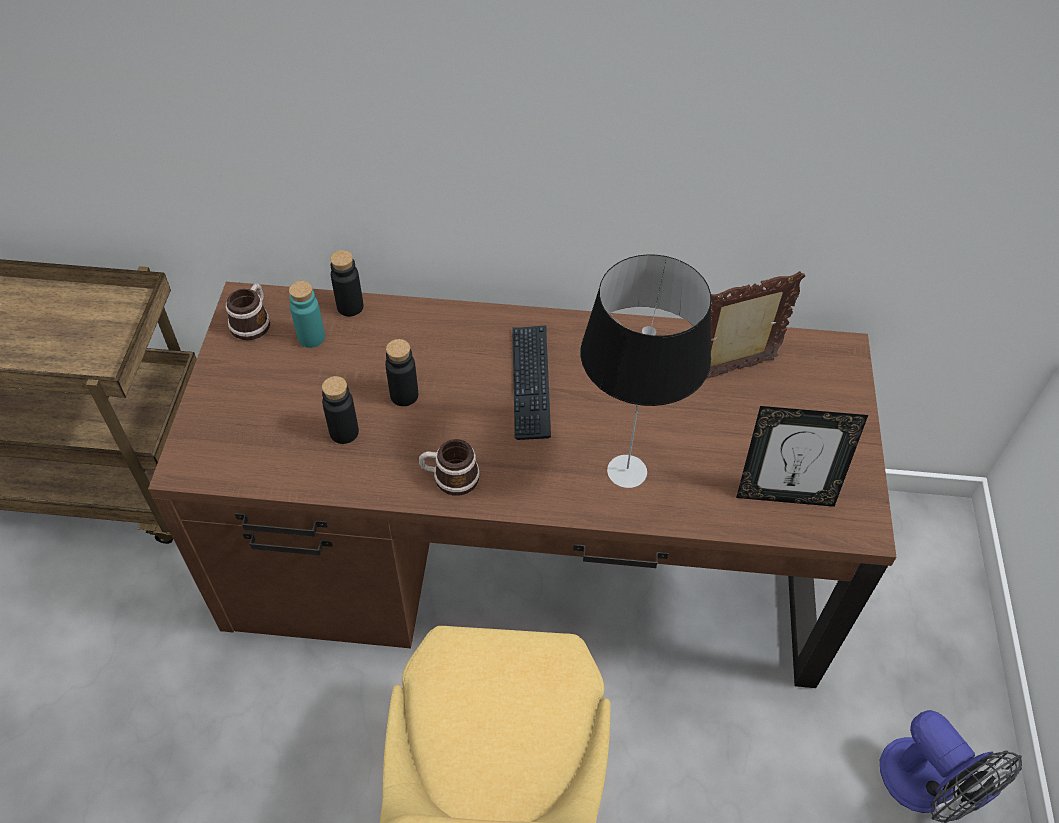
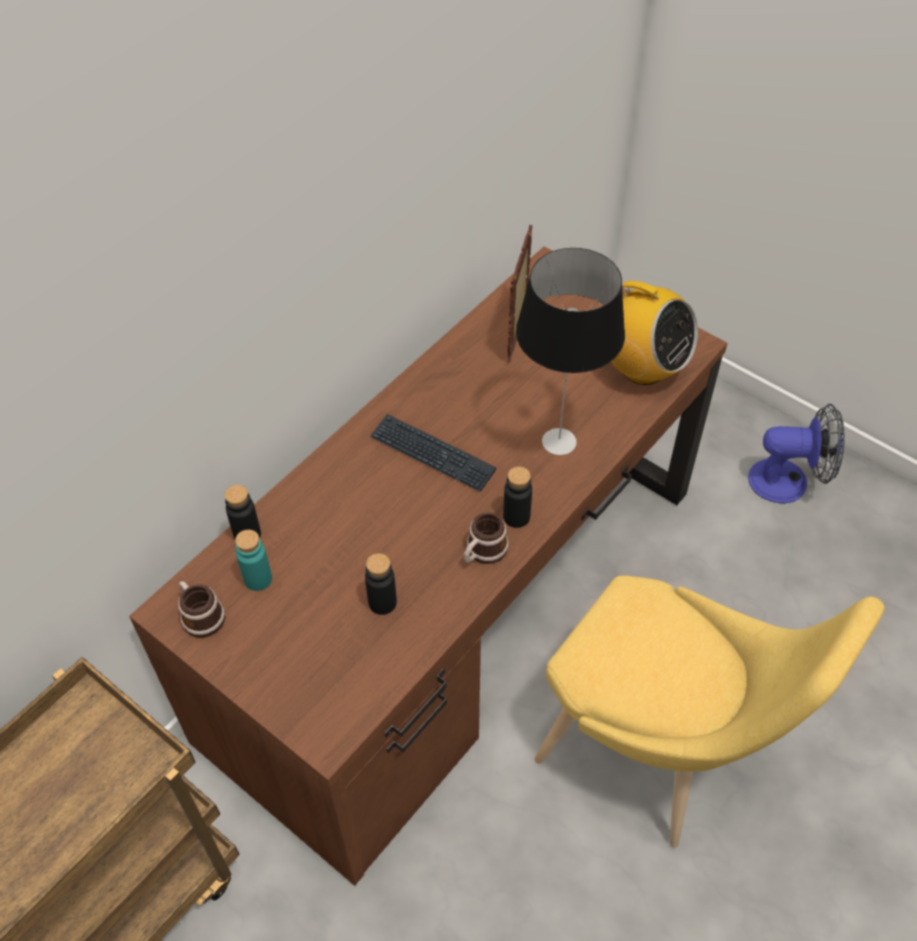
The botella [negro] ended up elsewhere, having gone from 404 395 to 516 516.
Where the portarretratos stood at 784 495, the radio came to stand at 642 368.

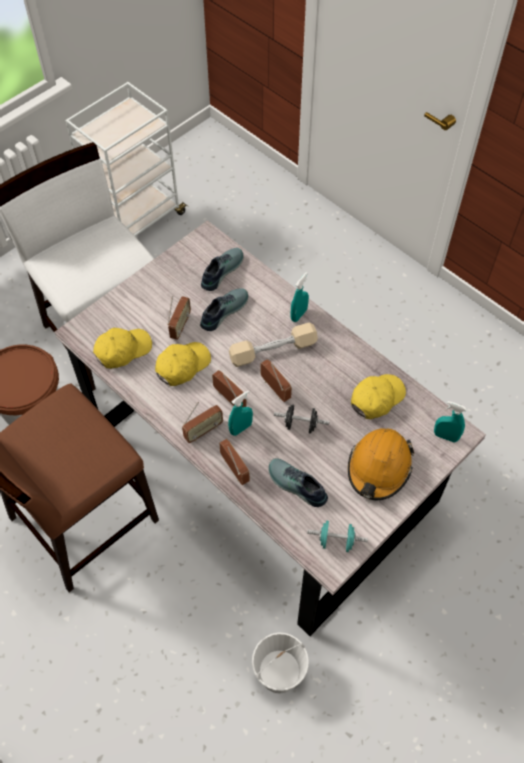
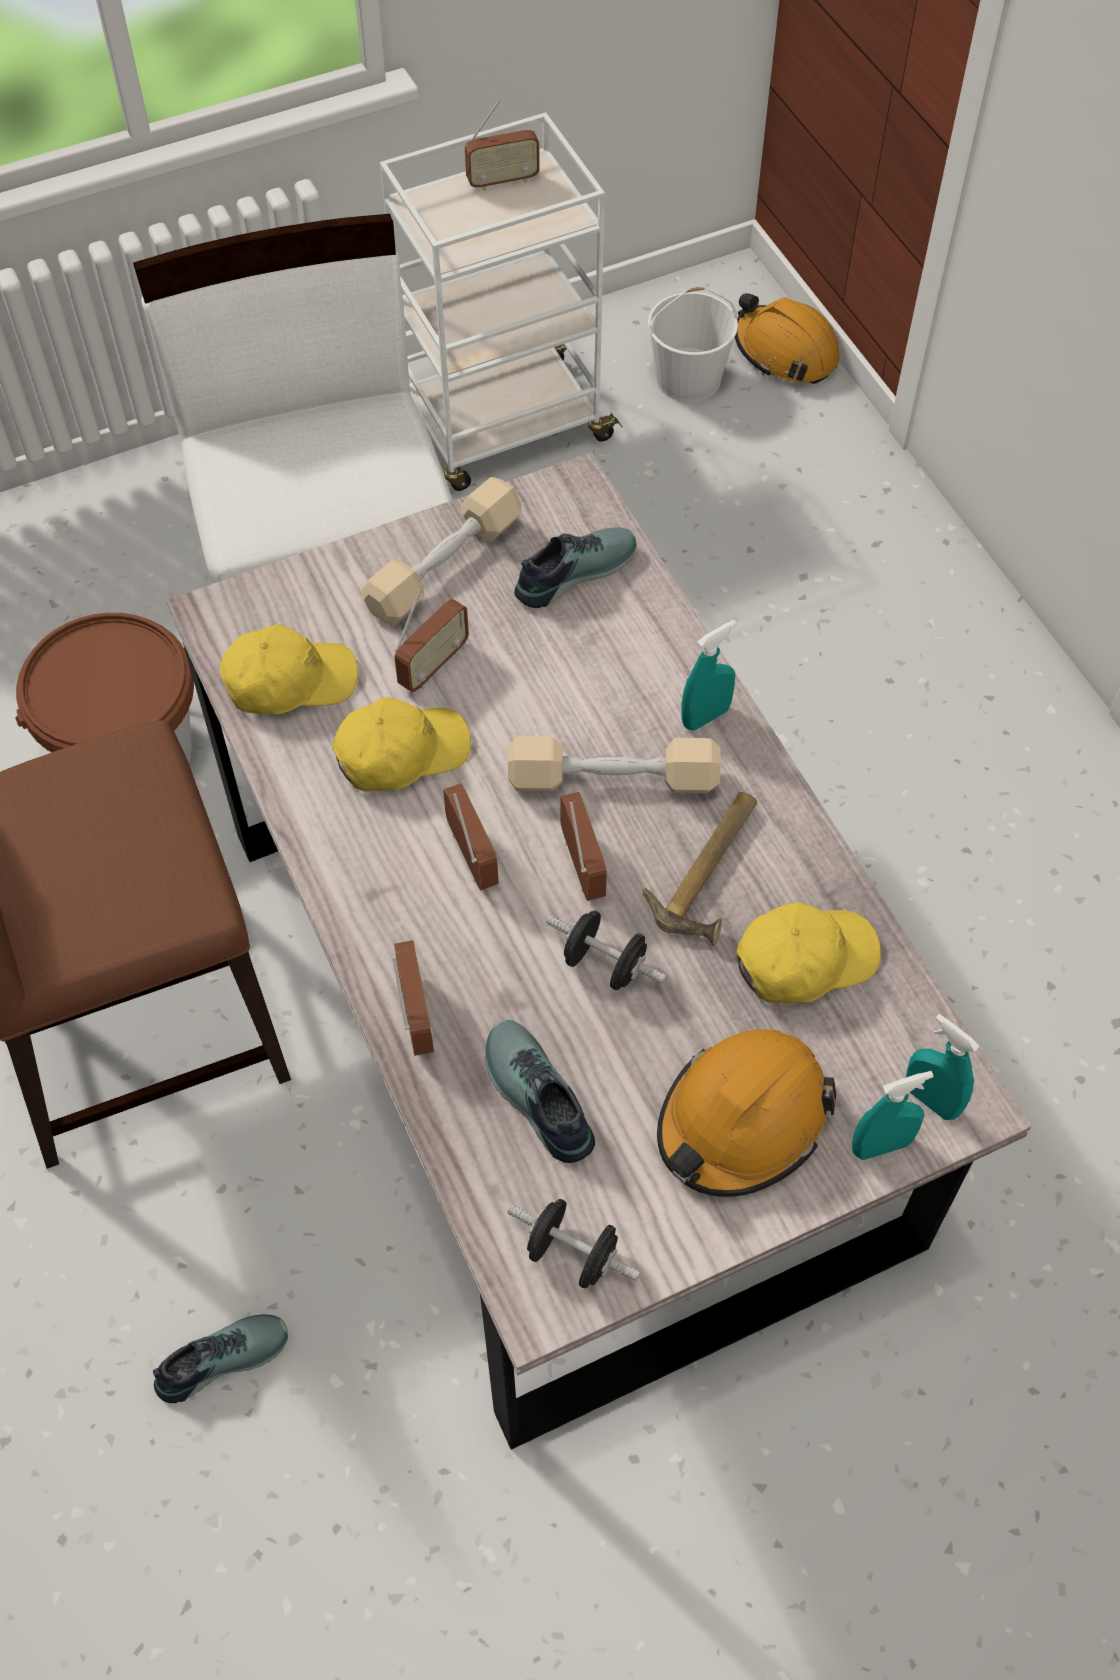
The radio ended up elsewhere, having gone from 203 431 to 502 181.
The zapato ended up elsewhere, having gone from 223 311 to 221 1357.
The pulverizador [turquesa] ended up elsewhere, having gone from 241 428 to 881 1146.
The cubo [blanco] ended up elsewhere, having gone from 279 673 to 687 379.
What was the mancuerna [turquesa] at 336 541 turned into the mancuerna [negro] at 572 1254.
The second view gained the mancuerna [beis] at 444 567.
The second view gained the martillo at 714 871.
The second view gained the casco [naranja] at 785 352.

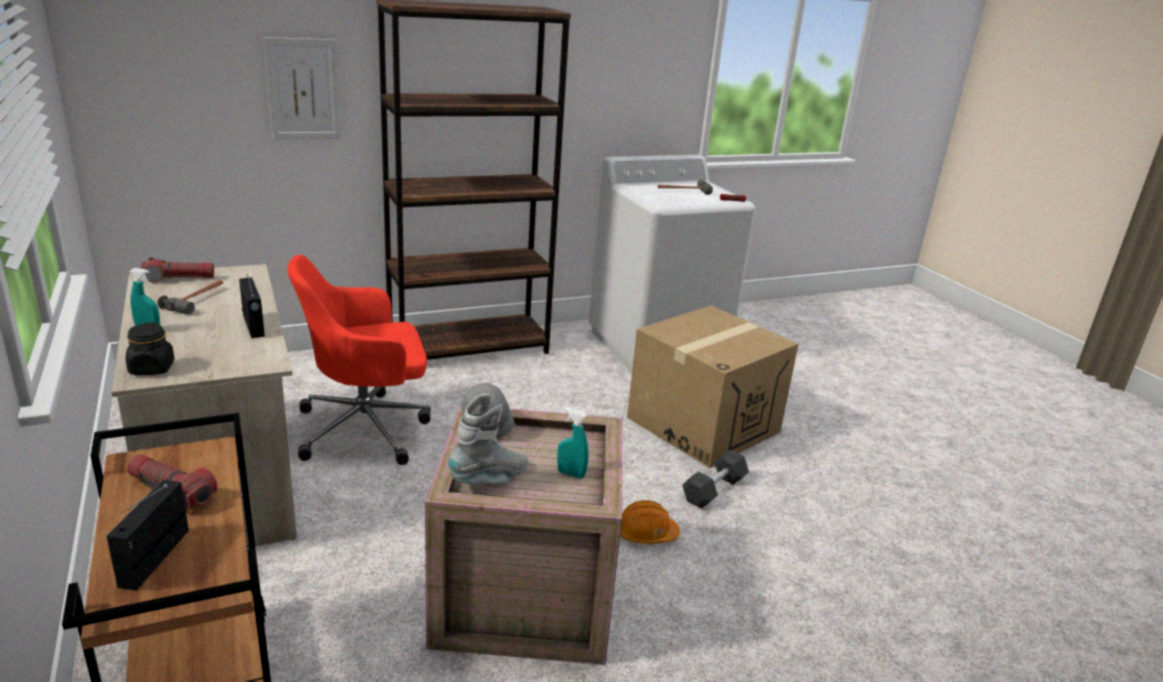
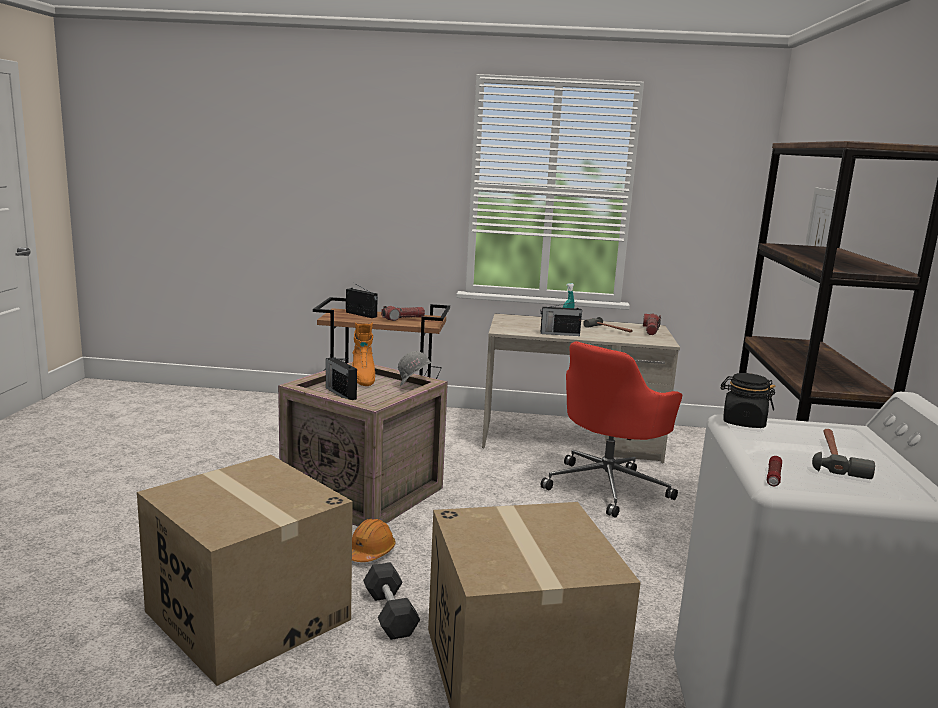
The tarro [negro] ended up elsewhere, having gone from 152 368 to 743 422.
The silla de oficina [rojo] at 366 428 ended up facing another way, 150 degrees counterclockwise from before.
What was the bota [gris] at 490 480 turned into the bota [naranja] at 362 378.
Where the pulverizador [turquesa] stood at 571 474, the radio came to stand at 340 393.
The second view gained the caja de cartón at 247 615.

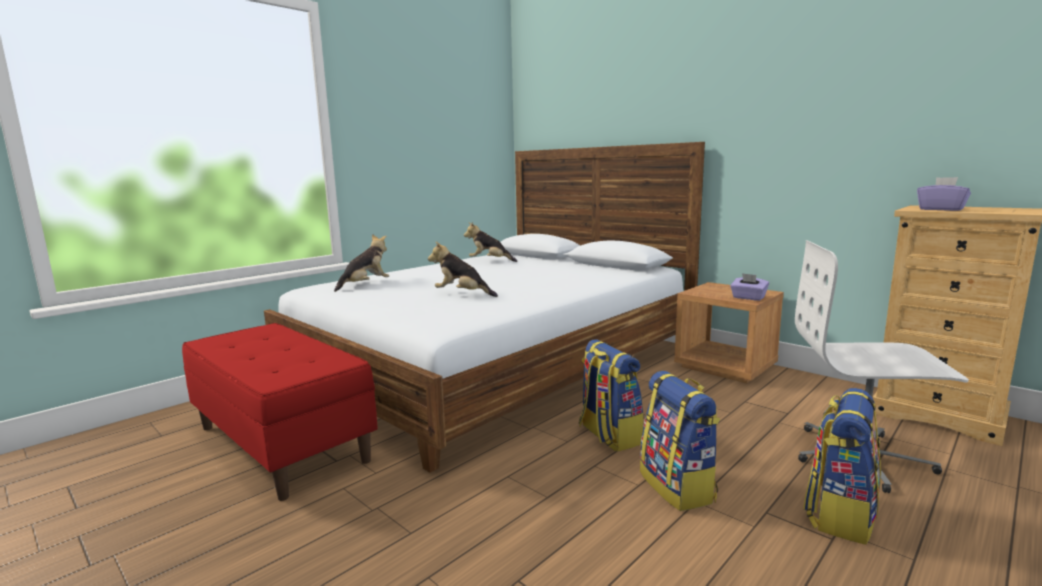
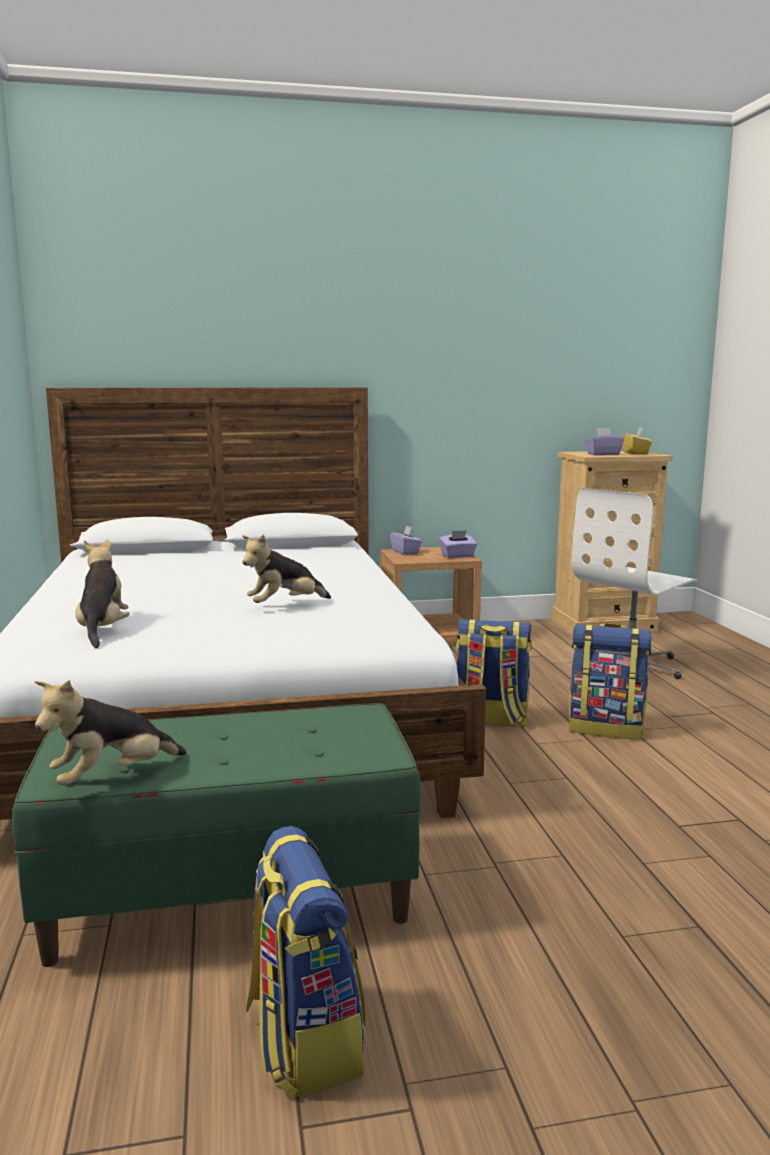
What was the banco [rojo] at 282 443 turned into the banco [verde] at 231 897.
The peluche ended up elsewhere, having gone from 489 261 to 112 777.
The mochila ended up elsewhere, having gone from 839 514 to 303 1039.
The second view gained the caja de pañuelos [morado] at 405 552.
The second view gained the caja de pañuelos [amarillo] at 636 453.

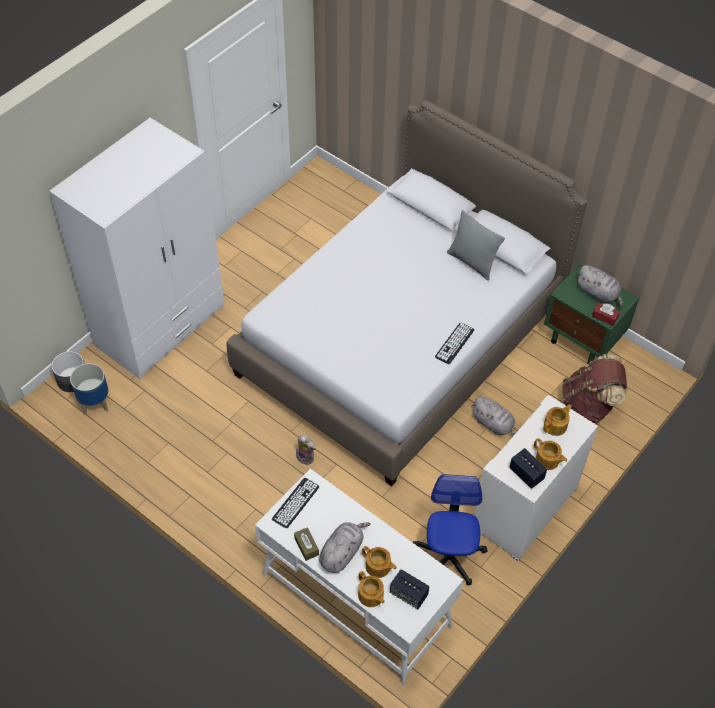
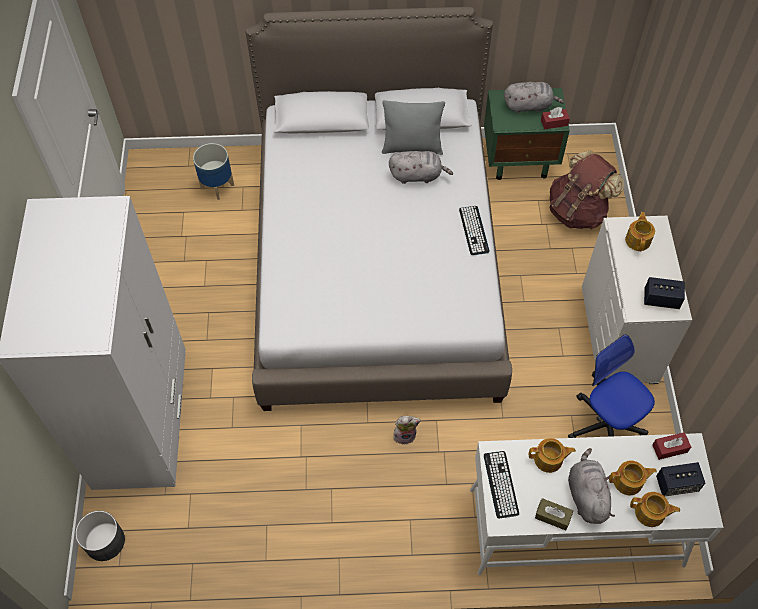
The maceta ended up elsewhere, having gone from 95 403 to 217 186.
The peluche [gris] ended up elsewhere, having gone from 494 424 to 418 175.
The tetera ended up elsewhere, having gone from 547 460 to 549 459.
The second view gained the caja de pañuelos [rojo] at 669 448.

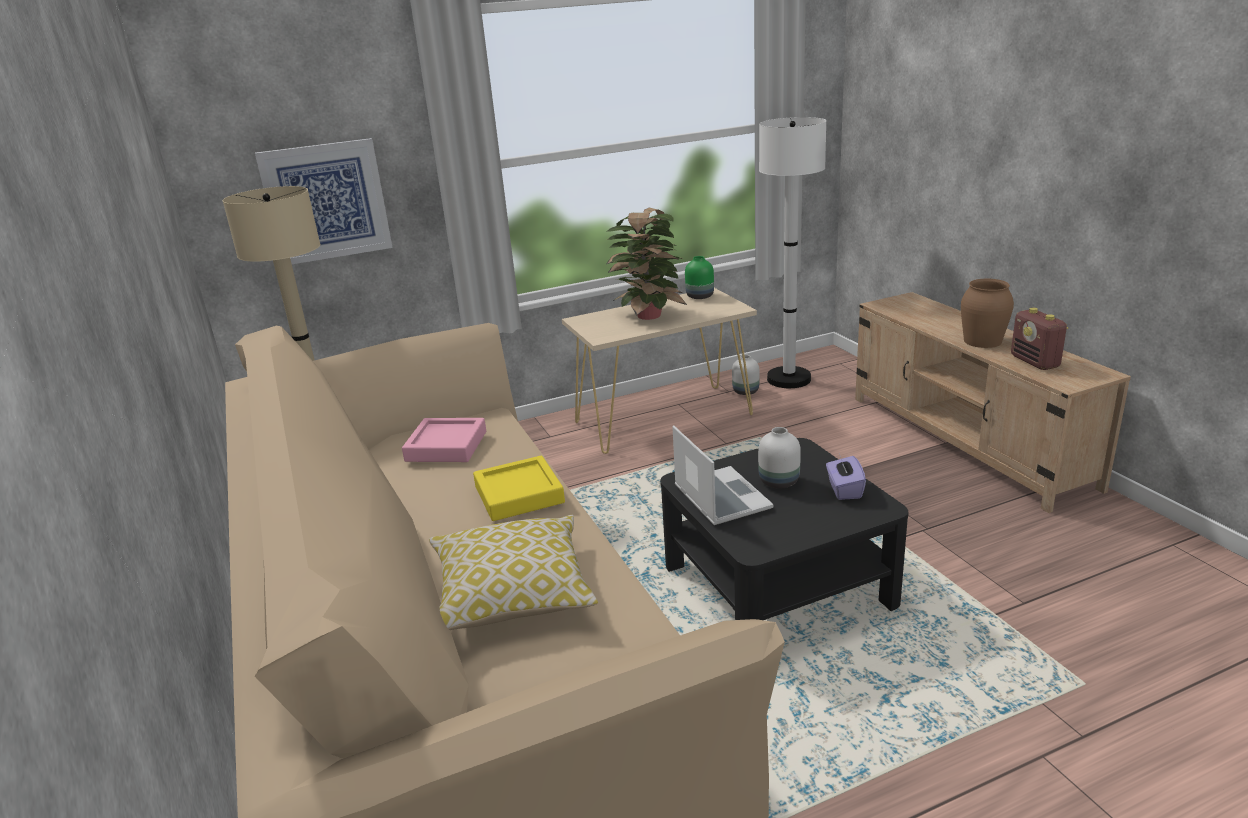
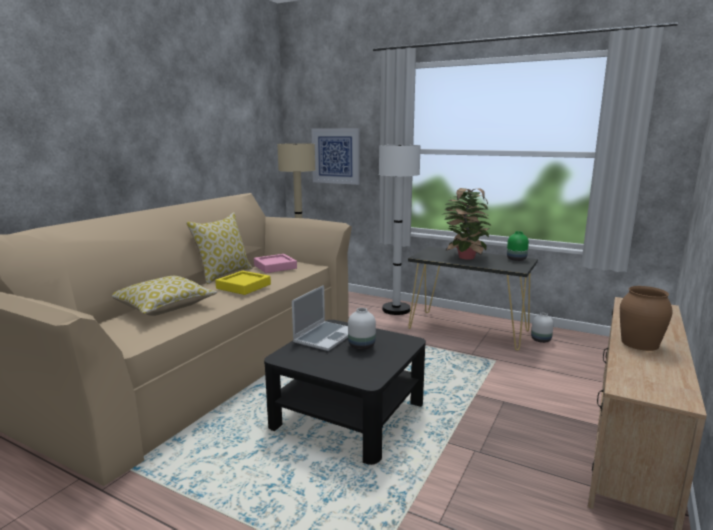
What was the mesa consola [beis] at 664 418 turned into the mesa consola [negro] at 468 330.
The lámpara de pie [blanco] ended up elsewhere, having gone from 788 379 to 396 309.
The second view lost the caja de pañuelos [morado] at 844 490.
The second view lost the radio at 1035 362.
The second view gained the cojín at 223 274.

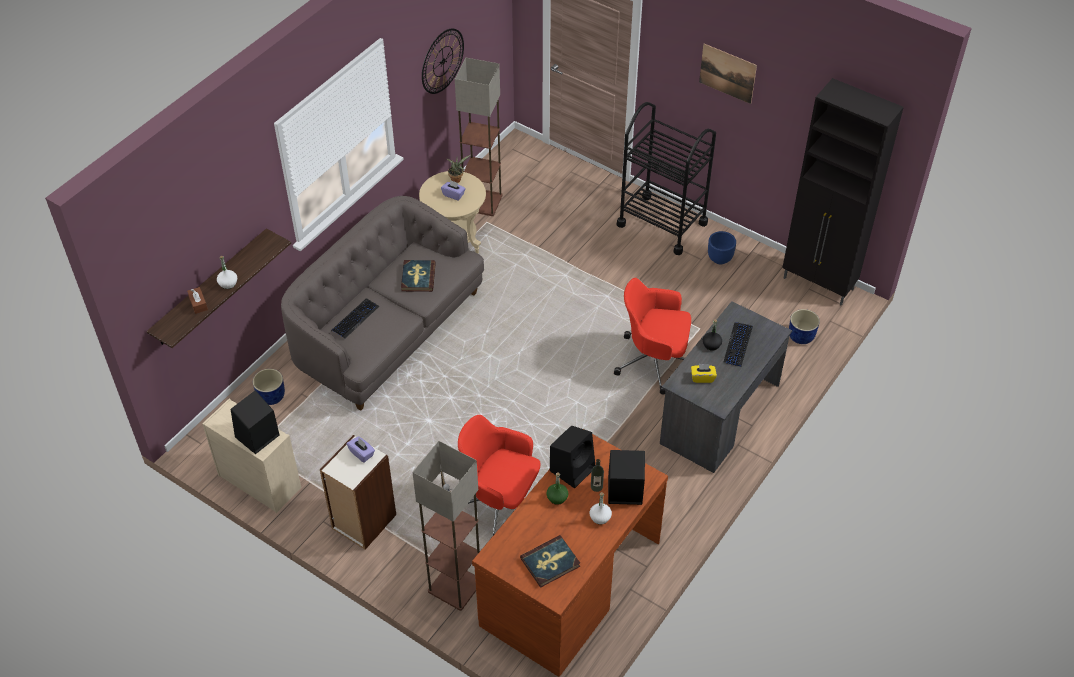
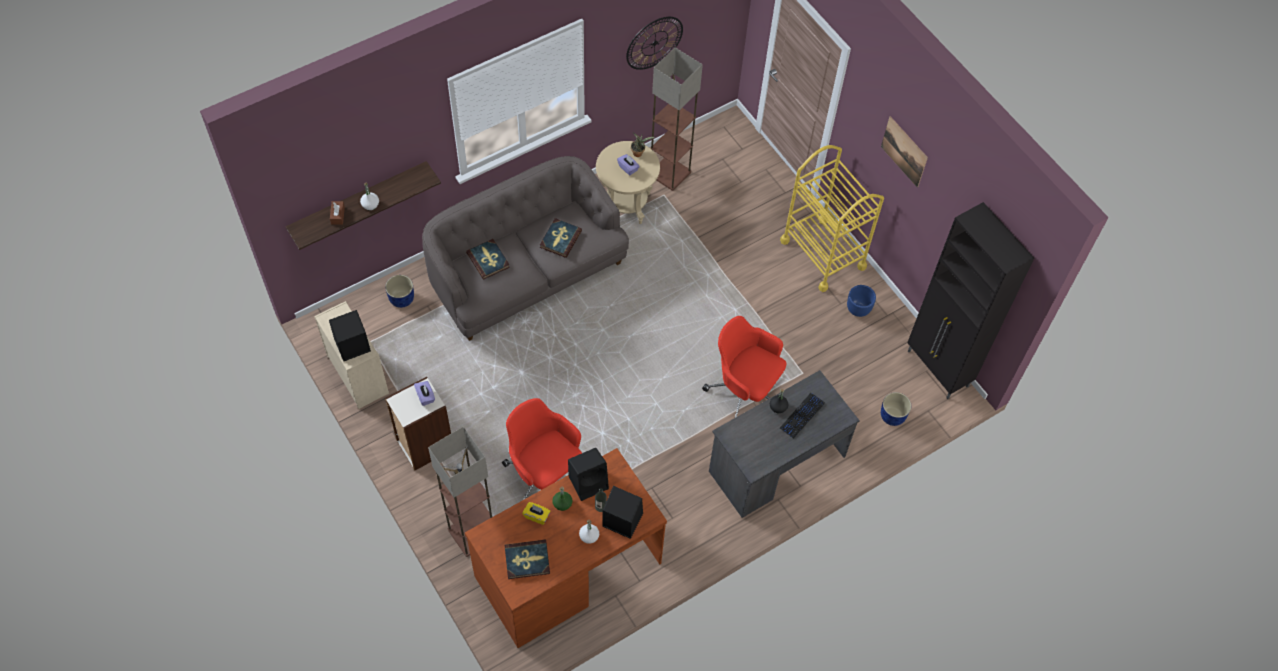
Where the teclado stood at 355 319, the libro came to stand at 488 260.
What was the carrito [negro] at 662 224 turned into the carrito [amarillo] at 823 254.
The caja de pañuelos [amarillo] ended up elsewhere, having gone from 702 378 to 536 516.

